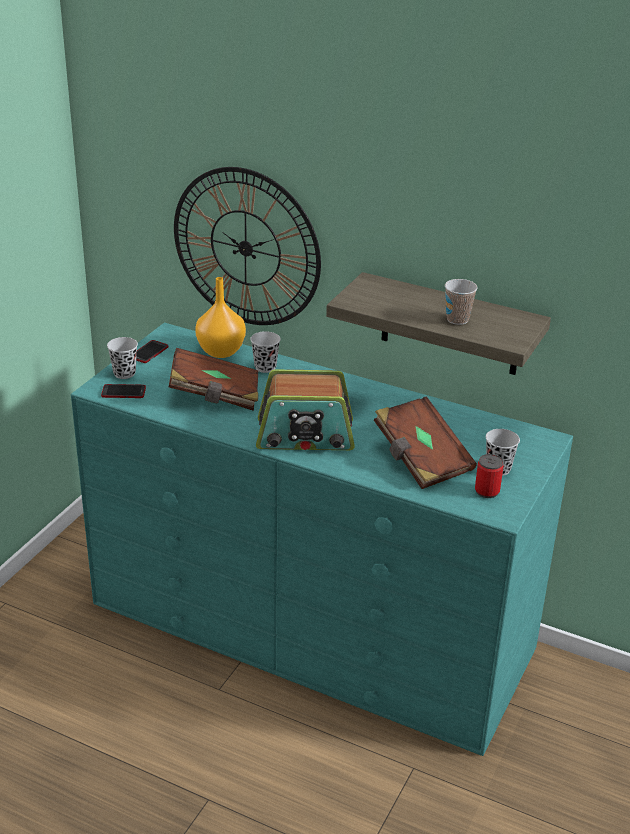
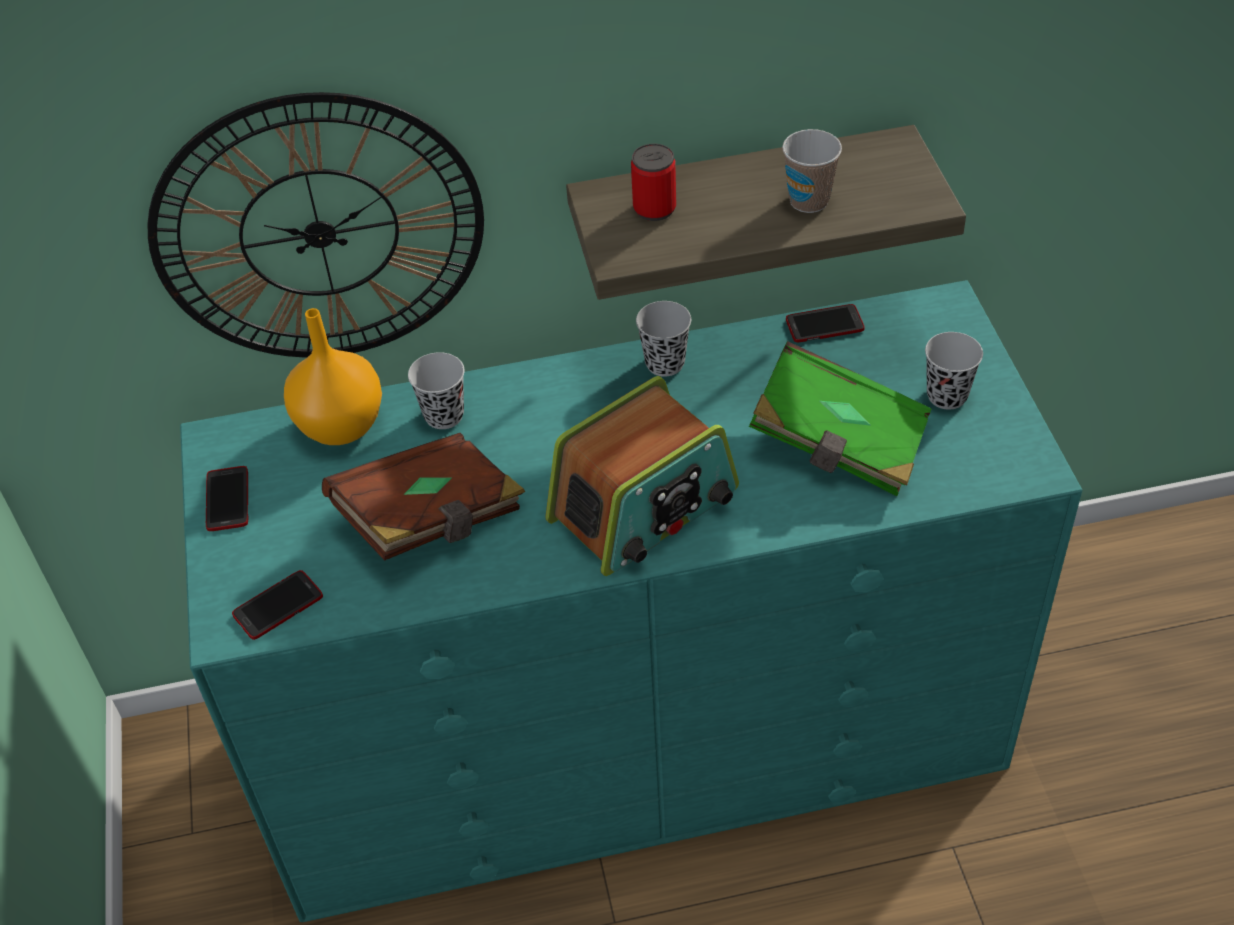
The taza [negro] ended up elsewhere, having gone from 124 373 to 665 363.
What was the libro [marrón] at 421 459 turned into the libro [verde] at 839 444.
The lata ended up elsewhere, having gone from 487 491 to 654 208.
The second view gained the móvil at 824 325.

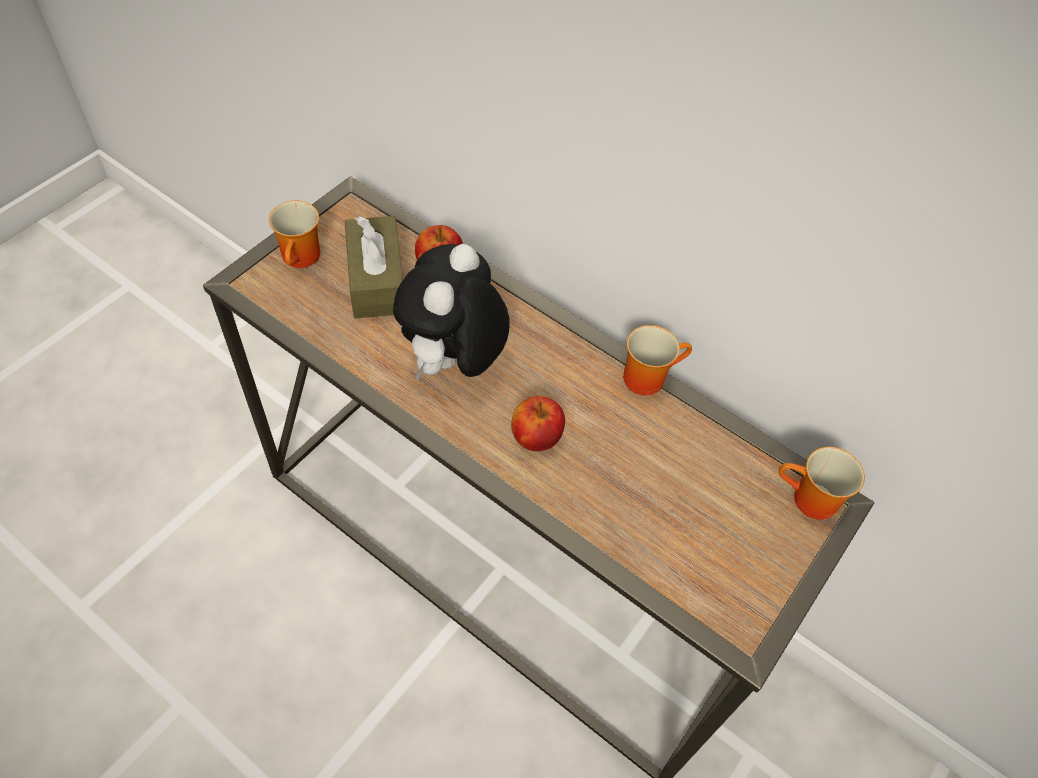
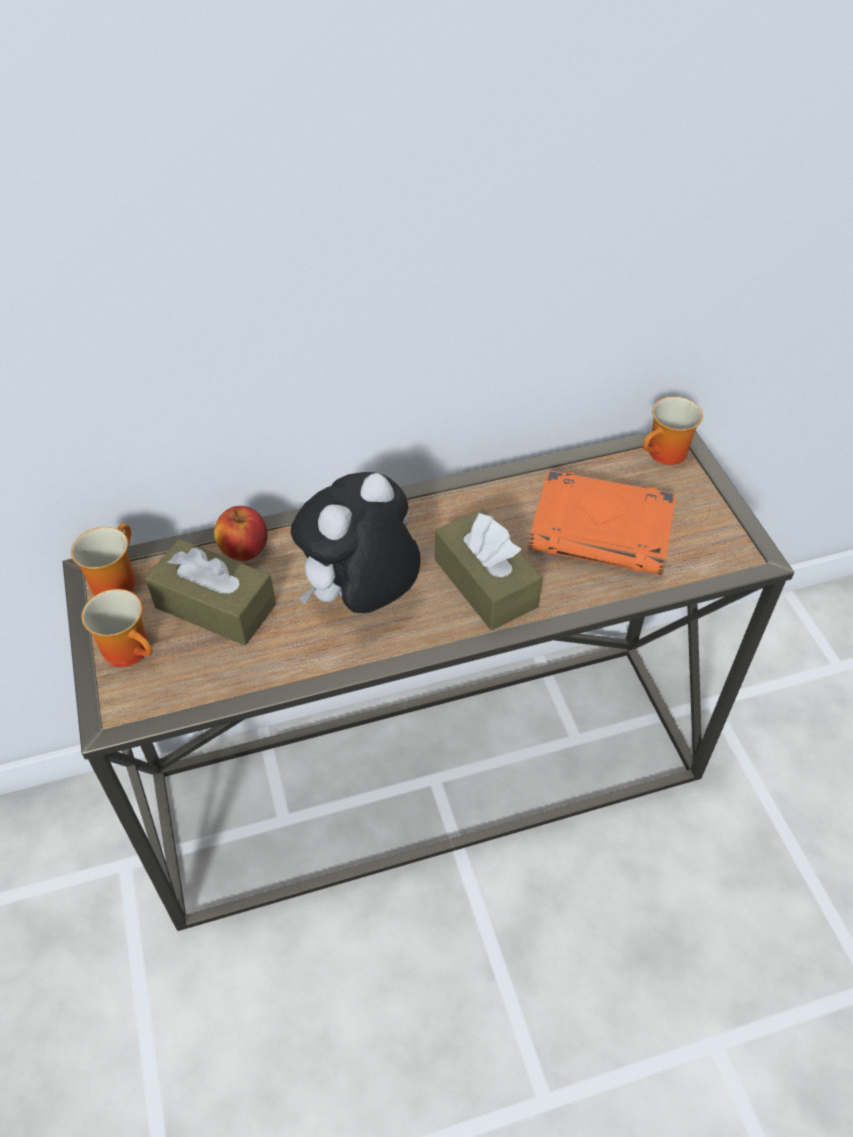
The peluche at 453 363 ended up facing another way, 75 degrees clockwise from before.
Where the manzana stood at 535 437, the caja de pañuelos [marrón] came to stand at 485 583.
The taza grande ended up elsewhere, having gone from 647 375 to 113 580.
The second view gained the libro [naranja] at 602 531.

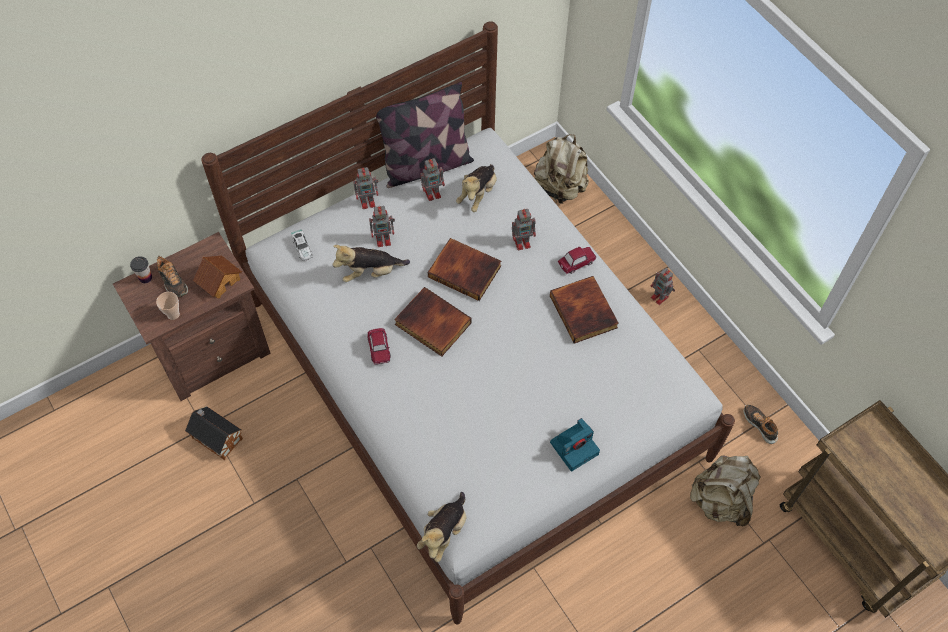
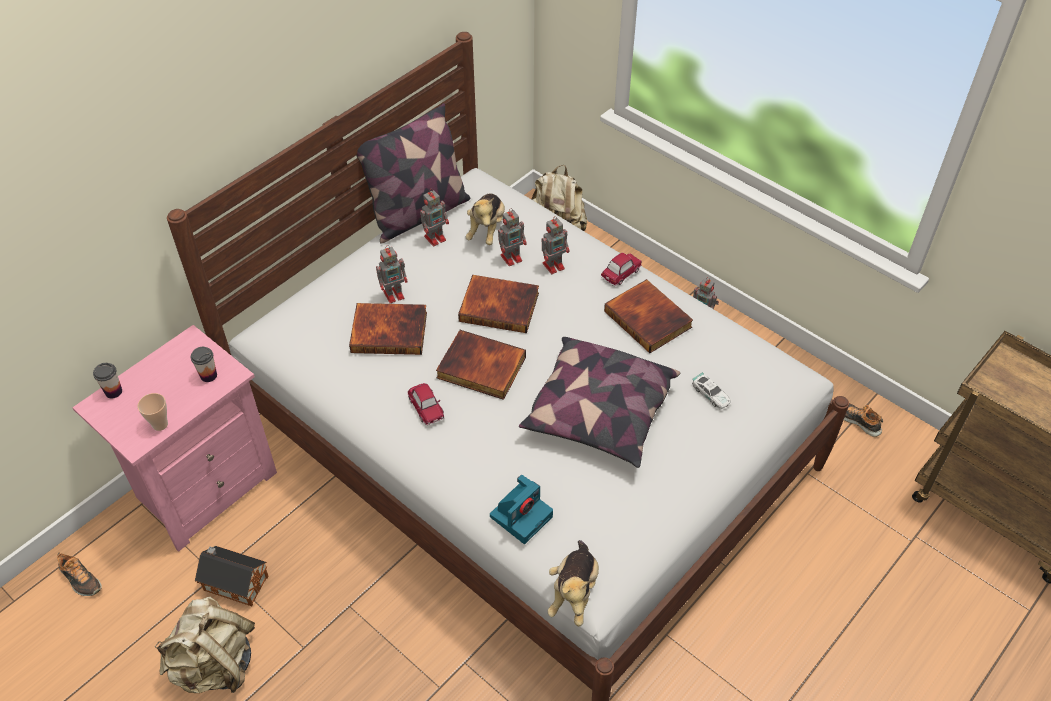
What was the mesita de noche [marrón] at 212 351 turned into the mesita de noche [rosa] at 204 486.
The zapato ended up elsewhere, having gone from 172 281 to 80 579.
Where the casita stood at 219 280, the taza came to stand at 208 375.
The coche de juguete ended up elsewhere, having gone from 302 247 to 711 394.
Where the peluche stood at 370 272, the libro came to stand at 390 331.
The robot de juguete ended up elsewhere, having gone from 368 201 to 512 257.
The cámara ended up elsewhere, having gone from 575 447 to 521 515.
The mochila [beis] ended up elsewhere, having gone from 721 500 to 215 665.
The second view gained the cojín at 599 414.

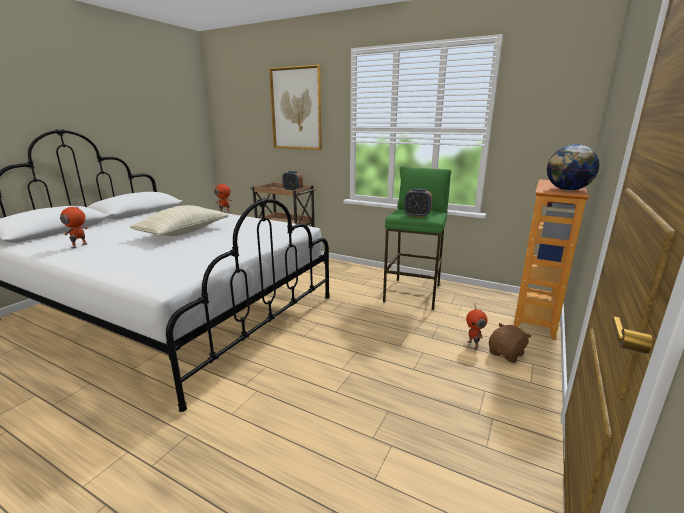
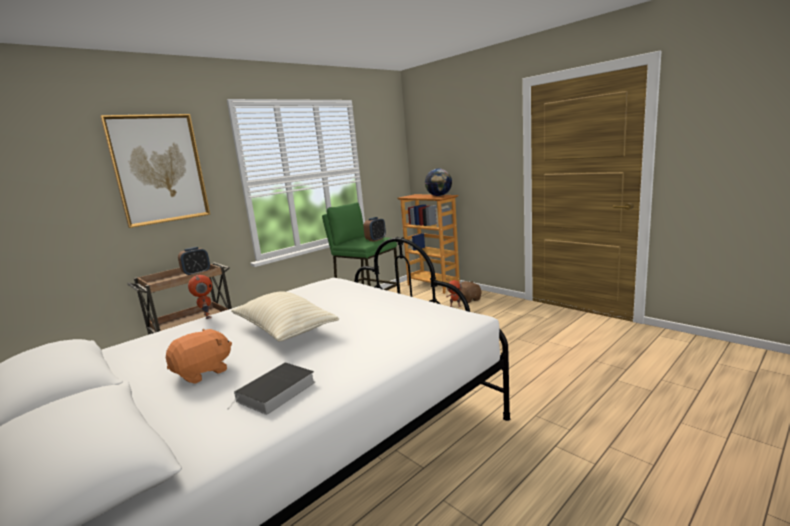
Where the robot de juguete stood at 80 246, the libro came to stand at 275 393.
The second view gained the peluche [naranja] at 203 372.

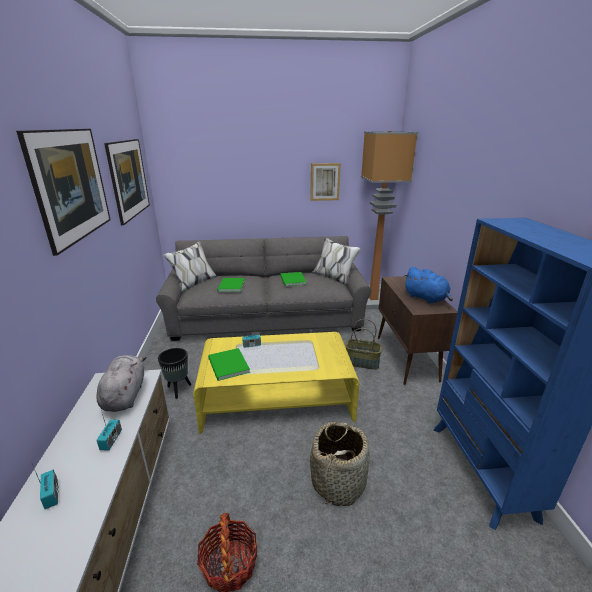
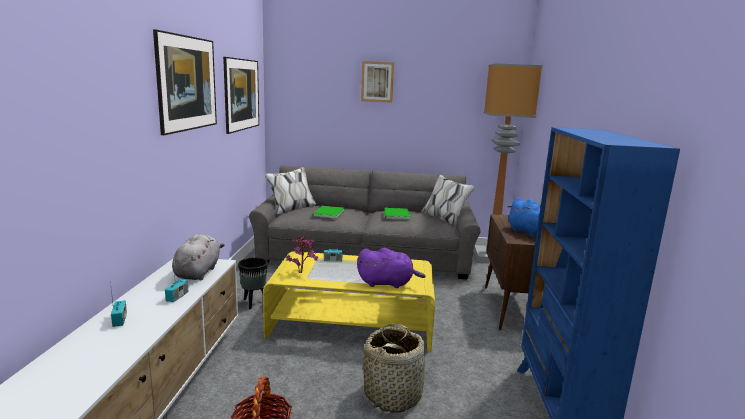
Where the libro [verde] stood at 228 366, the planta en maceta came to stand at 302 272.
The cuadro ended up elsewhere, having gone from 325 182 to 377 82.
The second view lost the cesta at 362 362.
The second view gained the peluche [morado] at 387 283.

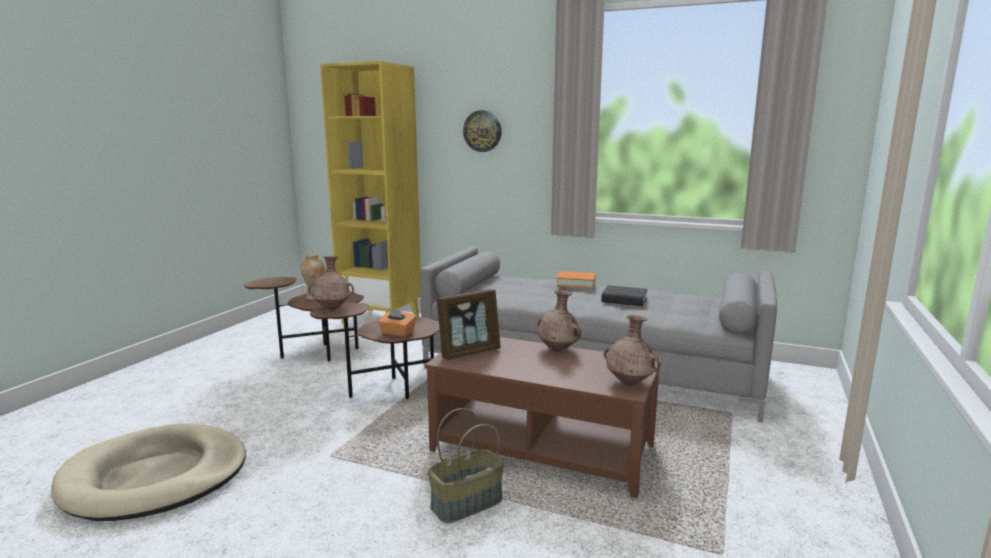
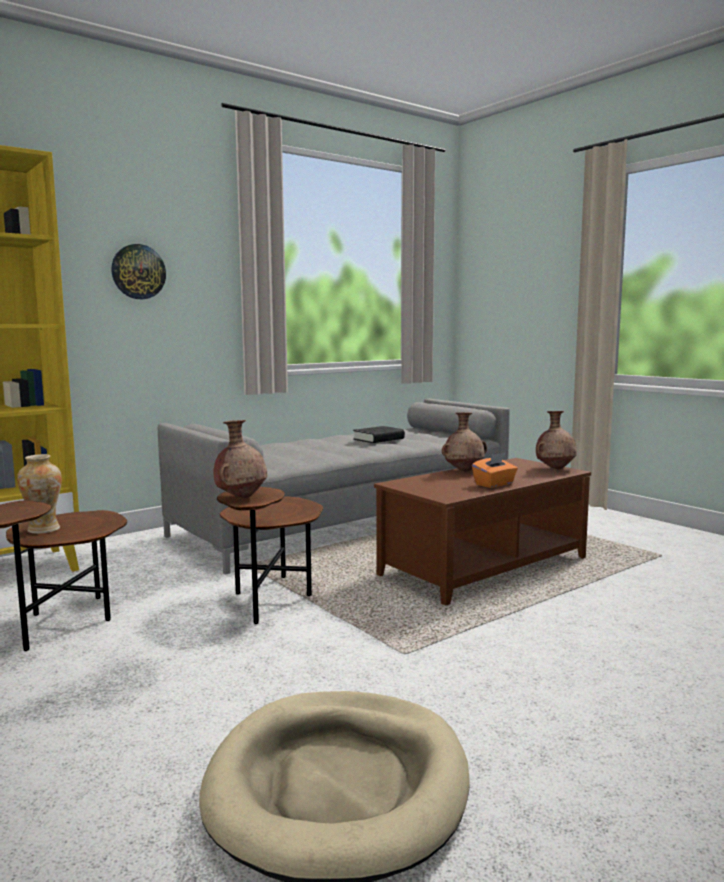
The caja de pañuelos [naranja] ended up elsewhere, having gone from 397 333 to 494 484.
The second view lost the cesta at 466 504.
The second view lost the portarretratos at 469 352.
The second view lost the libro [naranja] at 576 283.

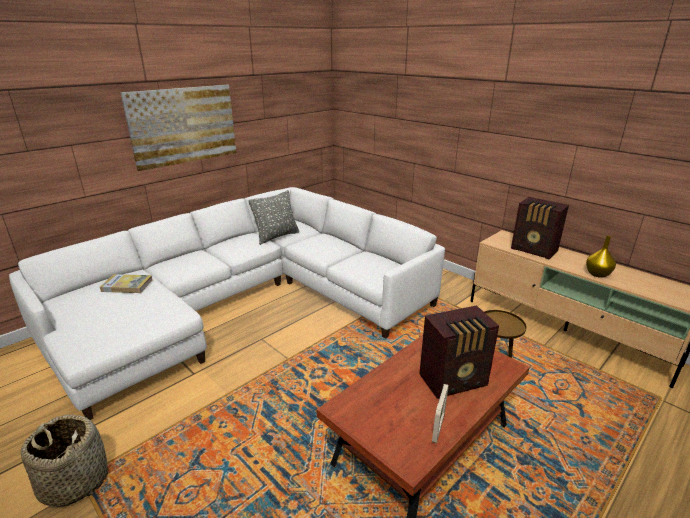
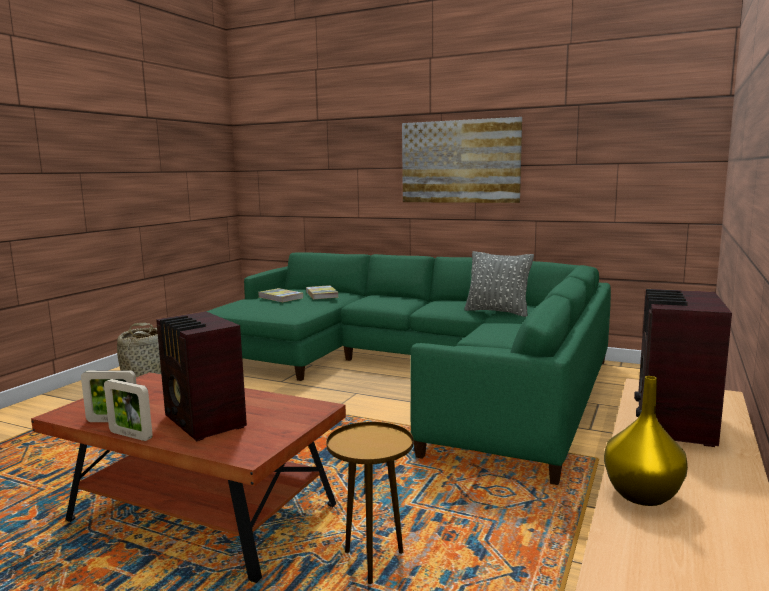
What was the sofá [blanco] at 244 303 turned into the sofá [verde] at 417 371.
The second view gained the portarretratos at 130 435.
The second view gained the libro at 280 297.

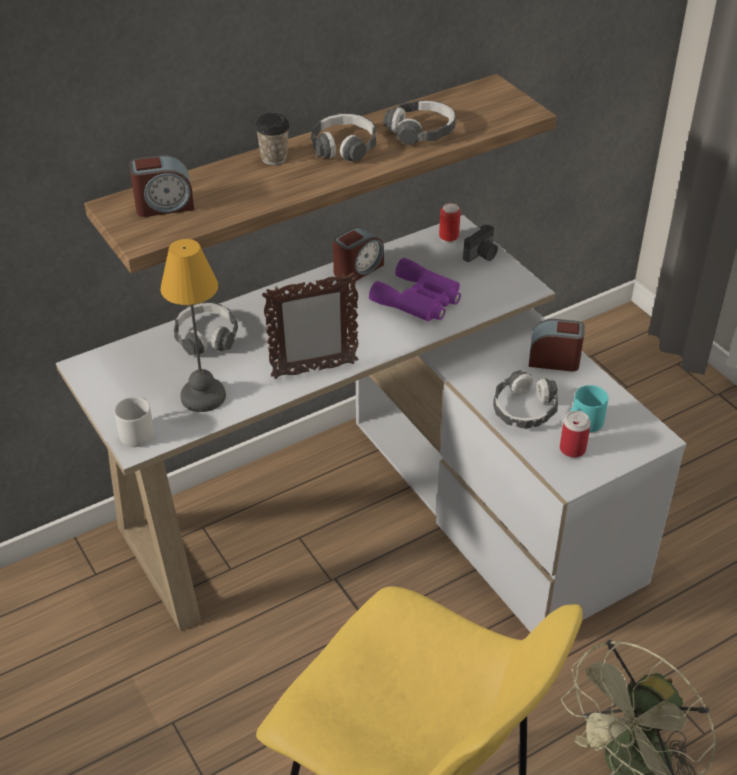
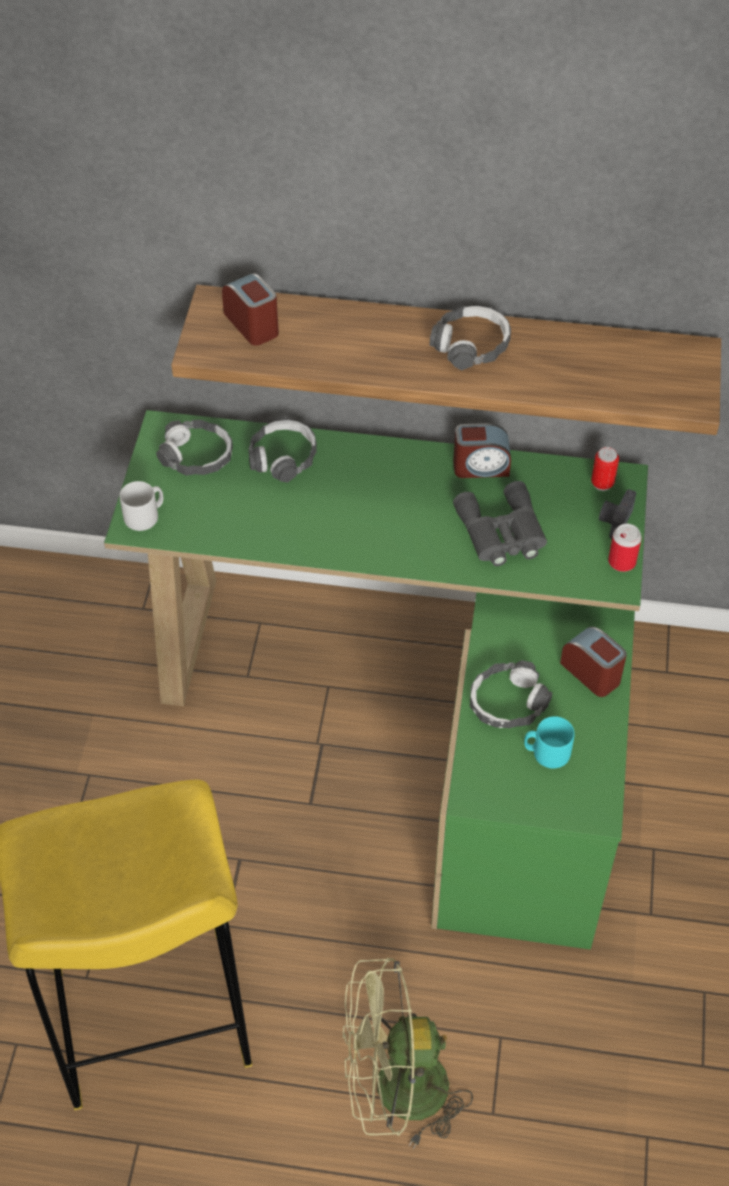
What was the escritorio [blanco] at 381 513 turned into the escritorio [verde] at 418 712.
The despertador at 164 205 ended up facing another way, 150 degrees counterclockwise from before.
The second view lost the lámpara de mesa at 202 395.
The second view lost the taza at 274 158.
The second view lost the portarretratos at 313 370.
What was the prismáticos [morado] at 419 300 turned into the prismáticos [gris] at 501 533.
The auriculares ended up elsewhere, having gone from 421 131 to 197 456.
The cámara at 482 255 ended up facing another way, 120 degrees clockwise from before.
The lata ended up elsewhere, having gone from 572 449 to 621 562.

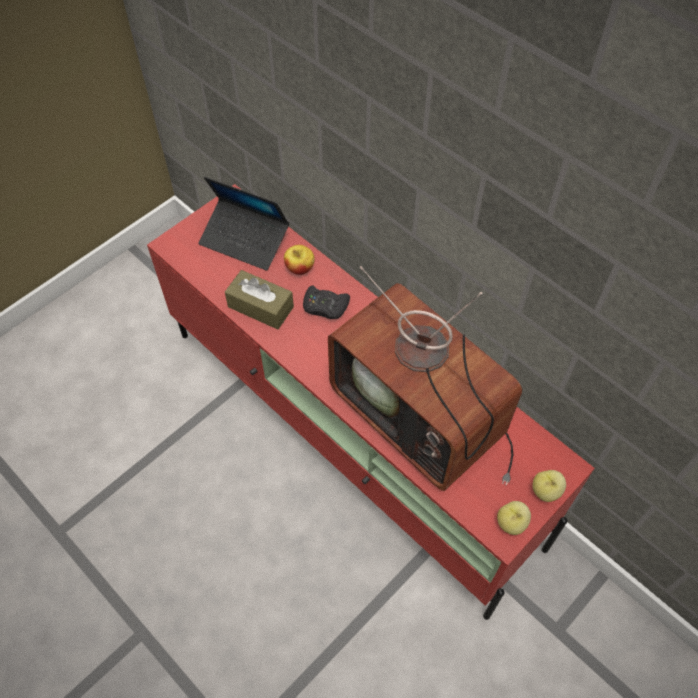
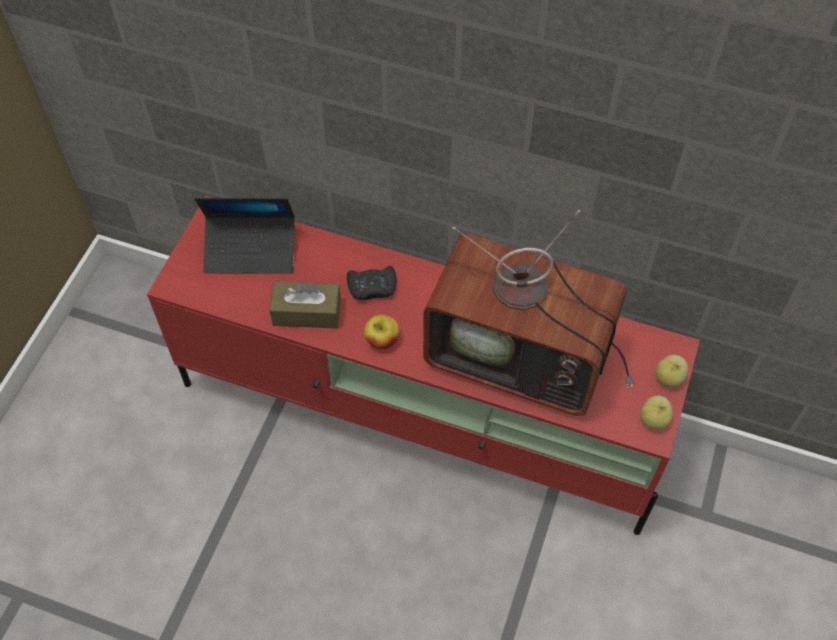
The manzana ended up elsewhere, having gone from 299 268 to 382 340.

